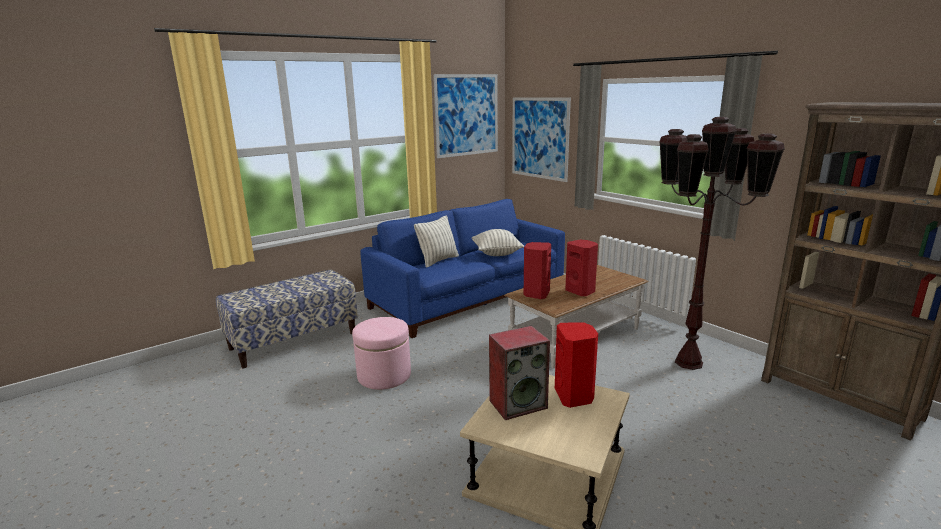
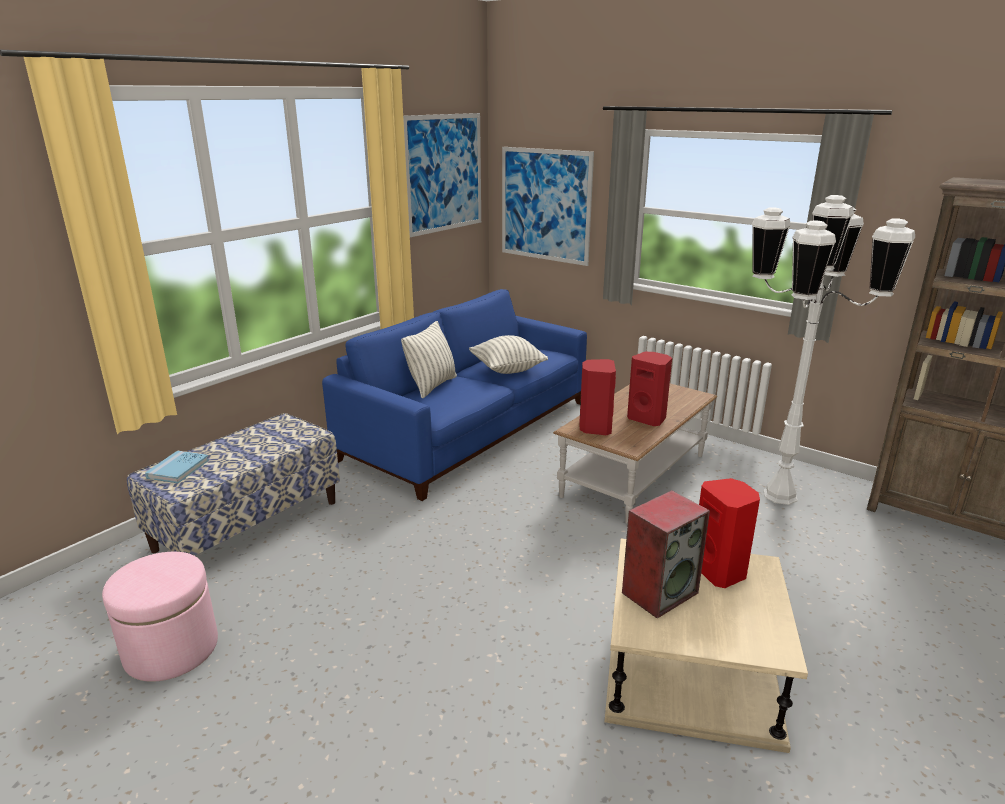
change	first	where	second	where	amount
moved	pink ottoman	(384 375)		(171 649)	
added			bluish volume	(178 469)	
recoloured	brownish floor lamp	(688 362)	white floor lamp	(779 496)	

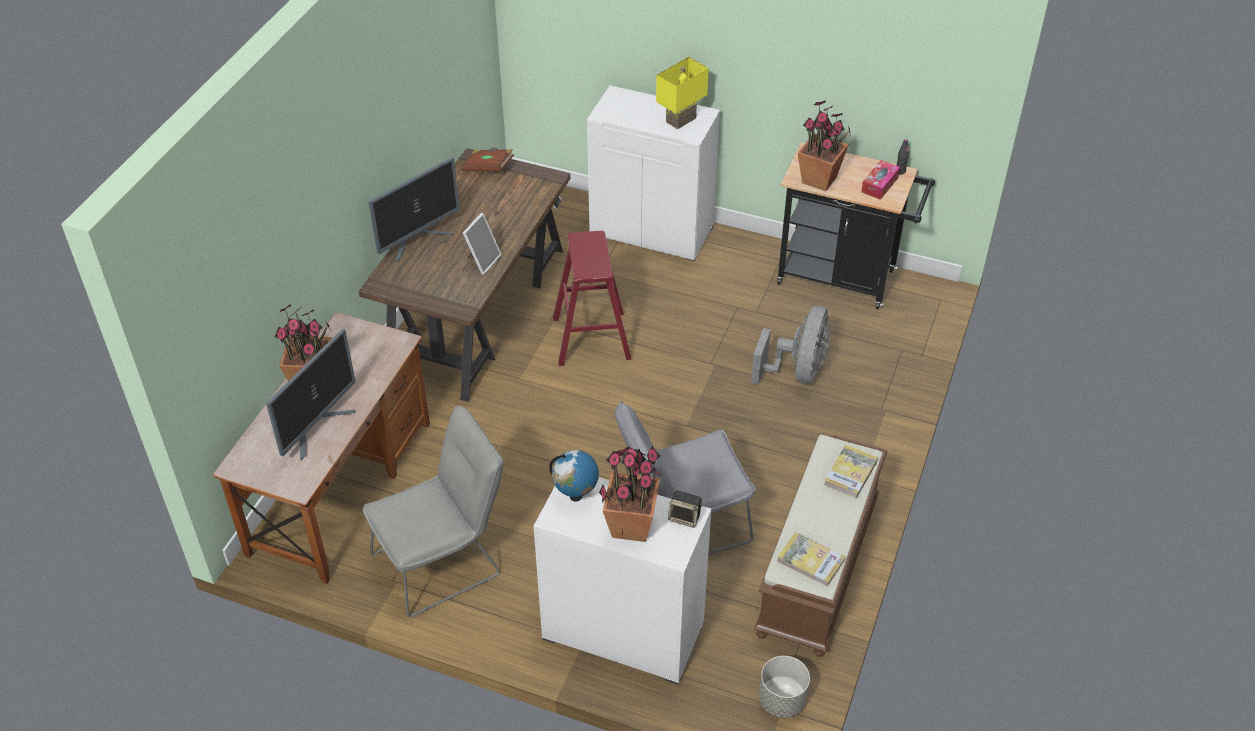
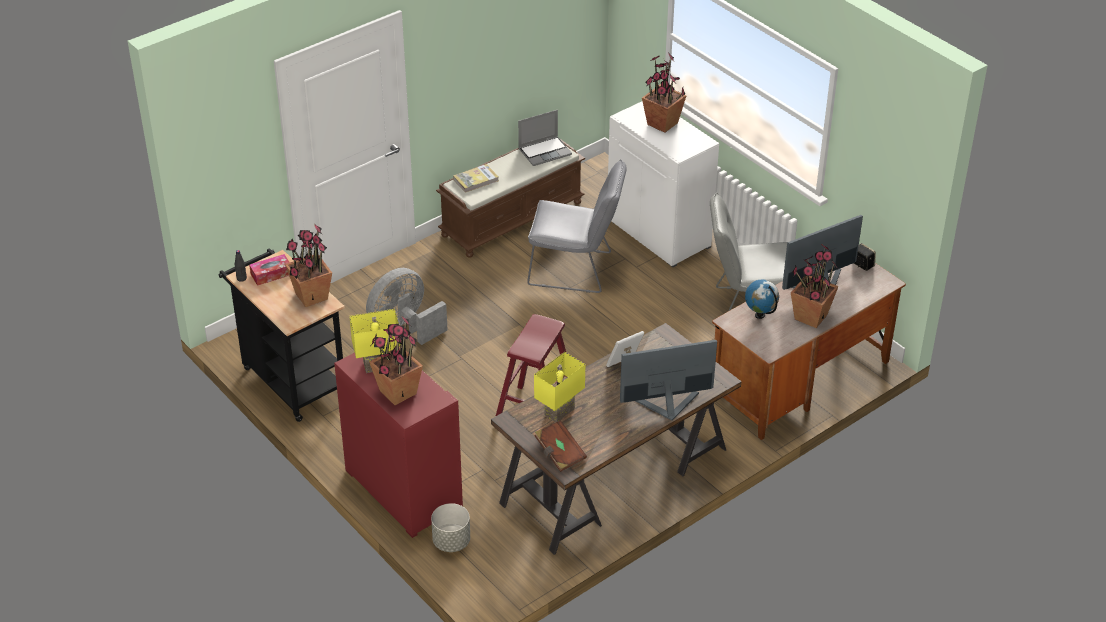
change	first	where	second	where	amount
recoloured	white cupboard	(652 230)	reddish cupboard	(402 489)	
added			plant in a pot	(397 392)	
moved	gray plant pot	(781 700)		(451 542)	
replaced	volume	(810 561)	portable computer	(545 151)	
added			yellow-coloured lamp for a table	(560 413)	
moved	world globe	(576 495)		(760 315)	
moved	loudspeaker	(685 517)		(862 265)	

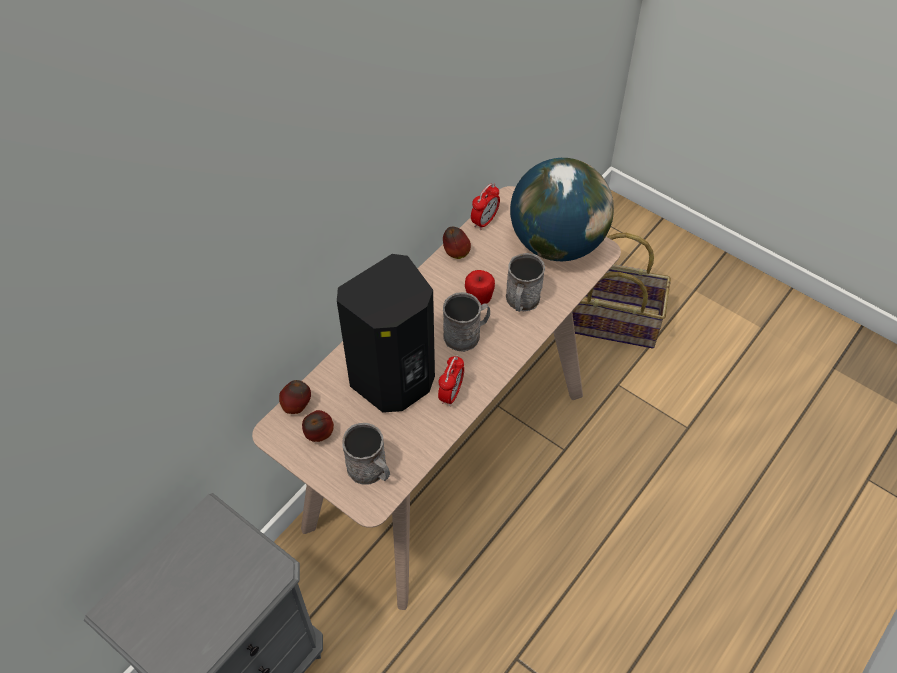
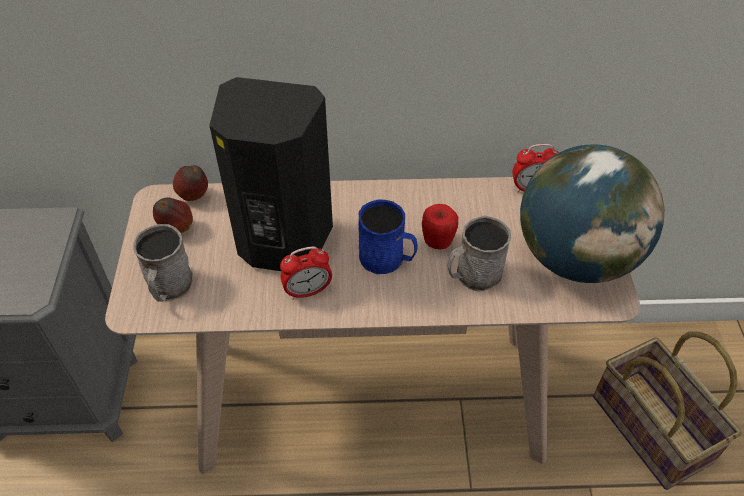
change	first	where	second	where	amount
recoloured	gray tea mug	(466 334)	bluish tea mug	(387 259)	
removed	apple	(455 253)			

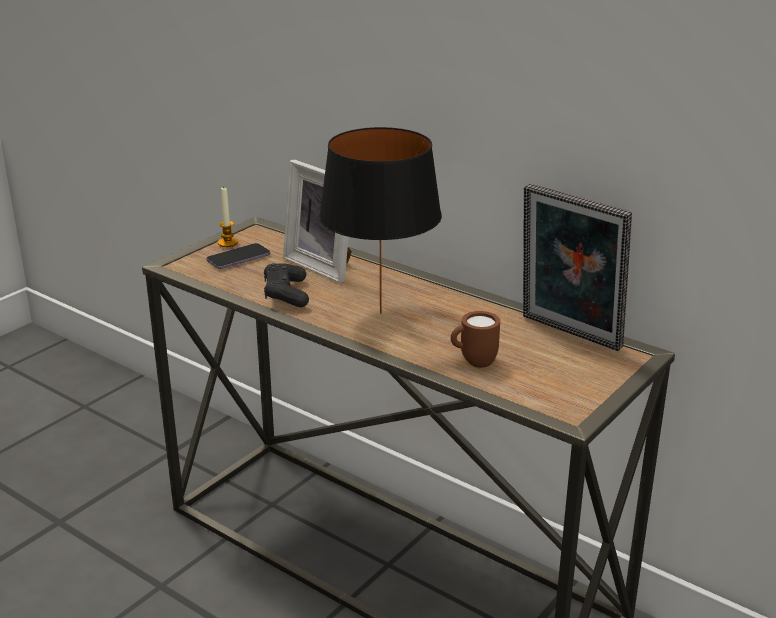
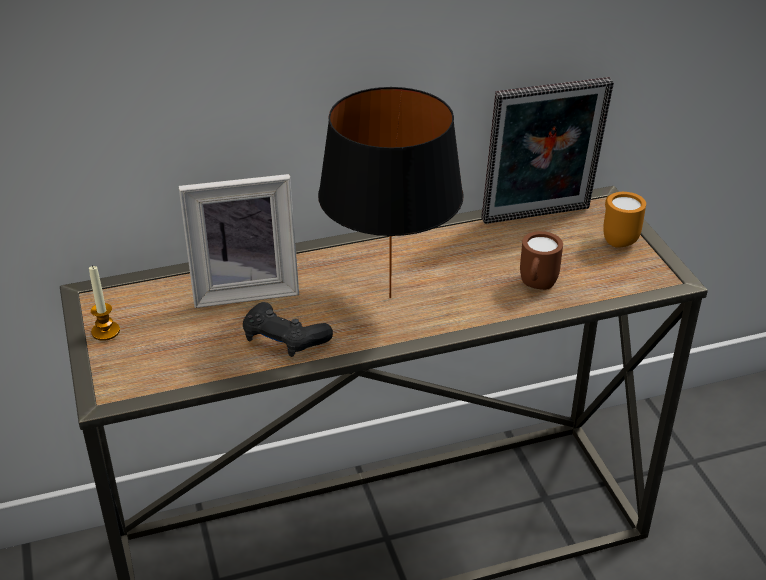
change	first	where	second	where	amount
added			orange-coloured tea mug	(616 239)	
removed	telephone	(238 258)			

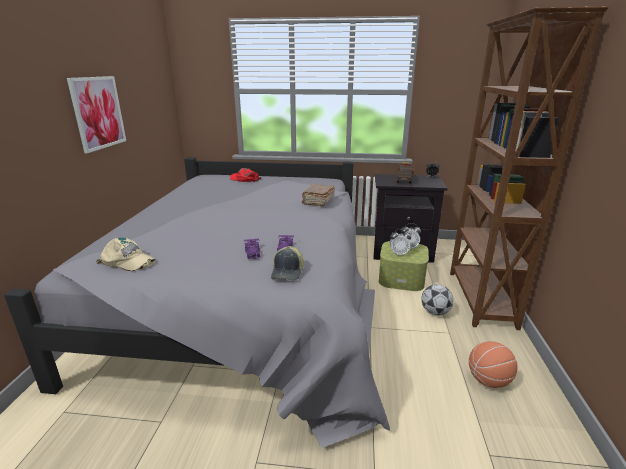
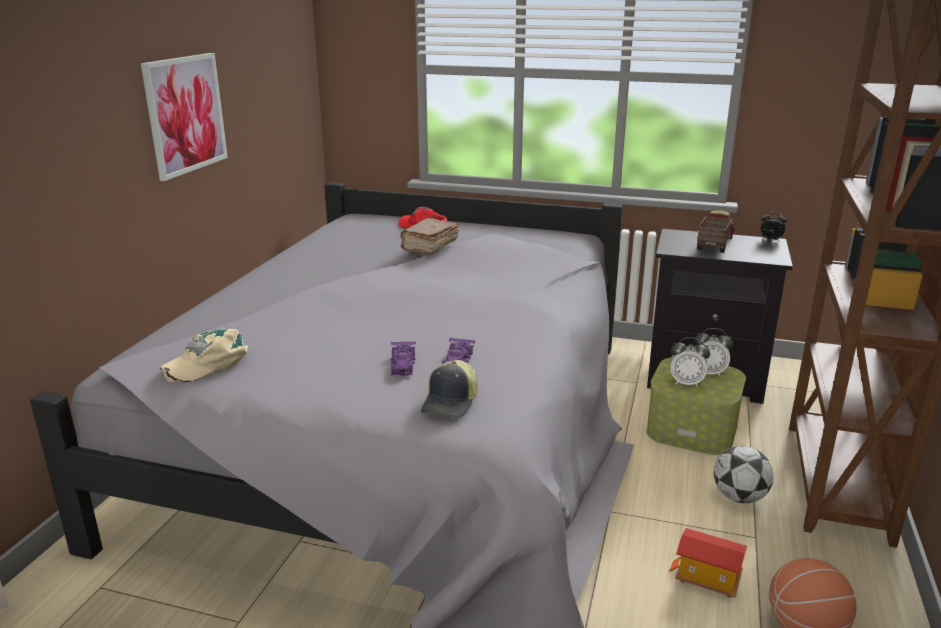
change	first	where	second	where	amount
turned	sand-coloured baseball cap	(127 261)		(207 363)	105 degrees clockwise
moved	brownish volume	(318 201)		(429 246)	
added			model house	(707 579)	

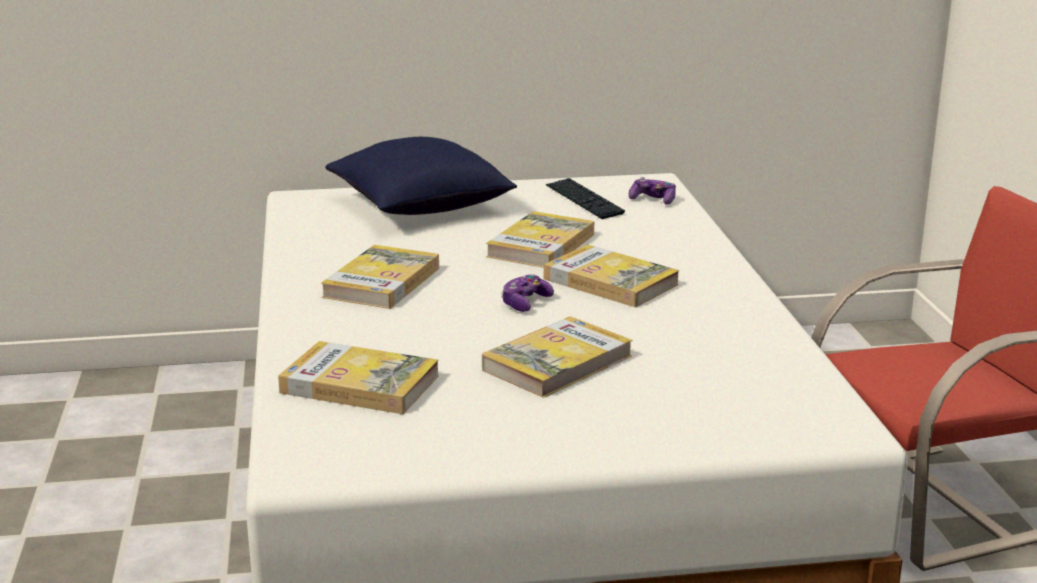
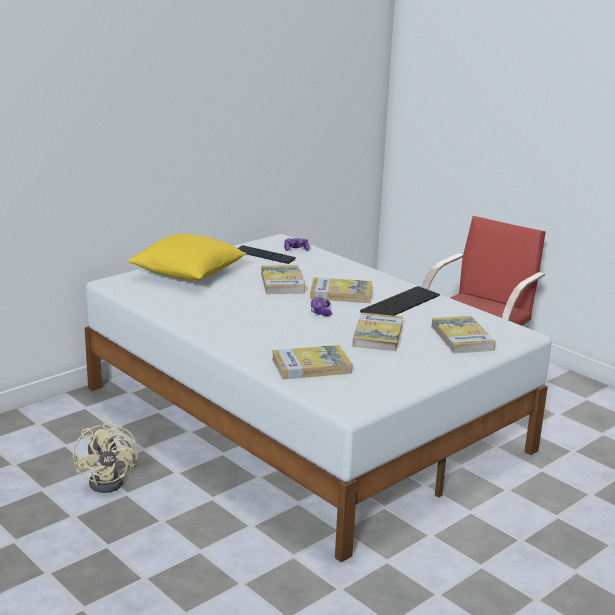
change	first	where	second	where	amount
added			sand-coloured fan	(112 480)	
recoloured	bluish cushion	(420 207)	yellow-coloured cushion	(189 275)	
added			keyboard	(400 302)	
moved	volume	(382 282)		(462 338)	

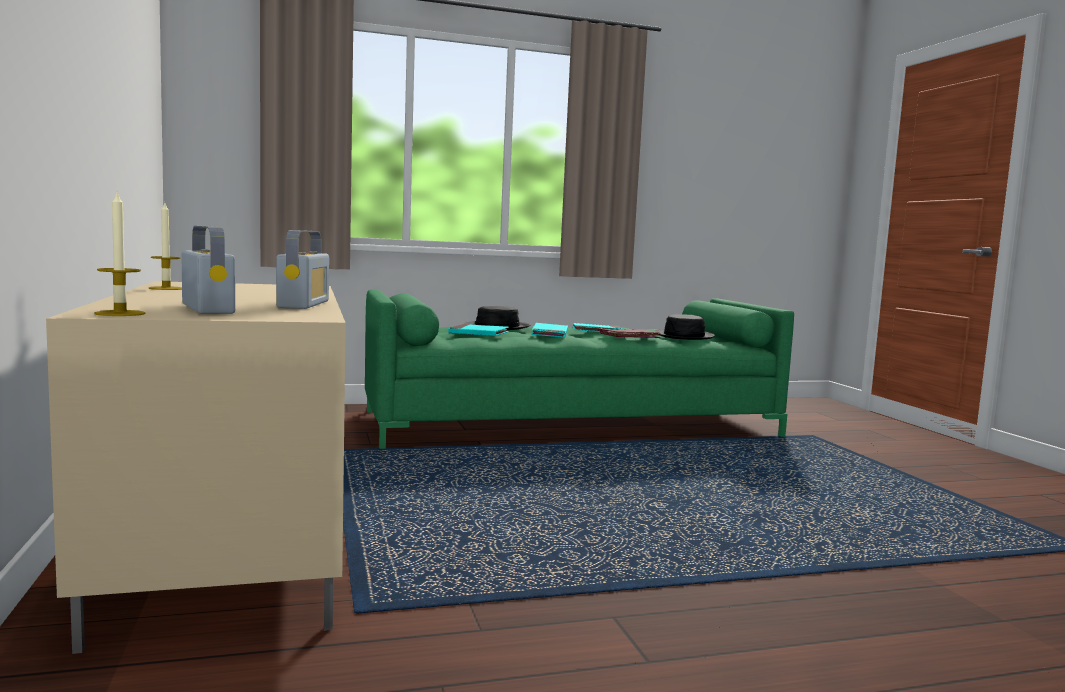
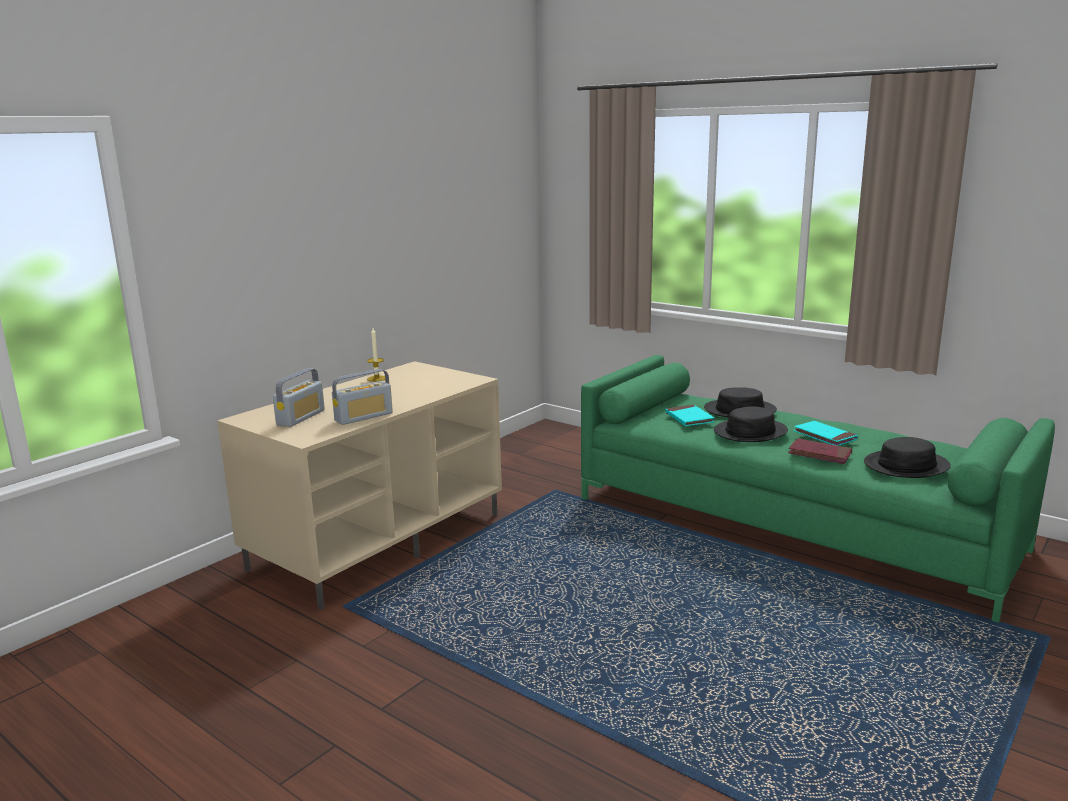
change	first	where	second	where	amount
replaced	turquoise-coloured volume	(550 333)	blackish wearable hat	(750 432)	
removed	candle	(120 313)			

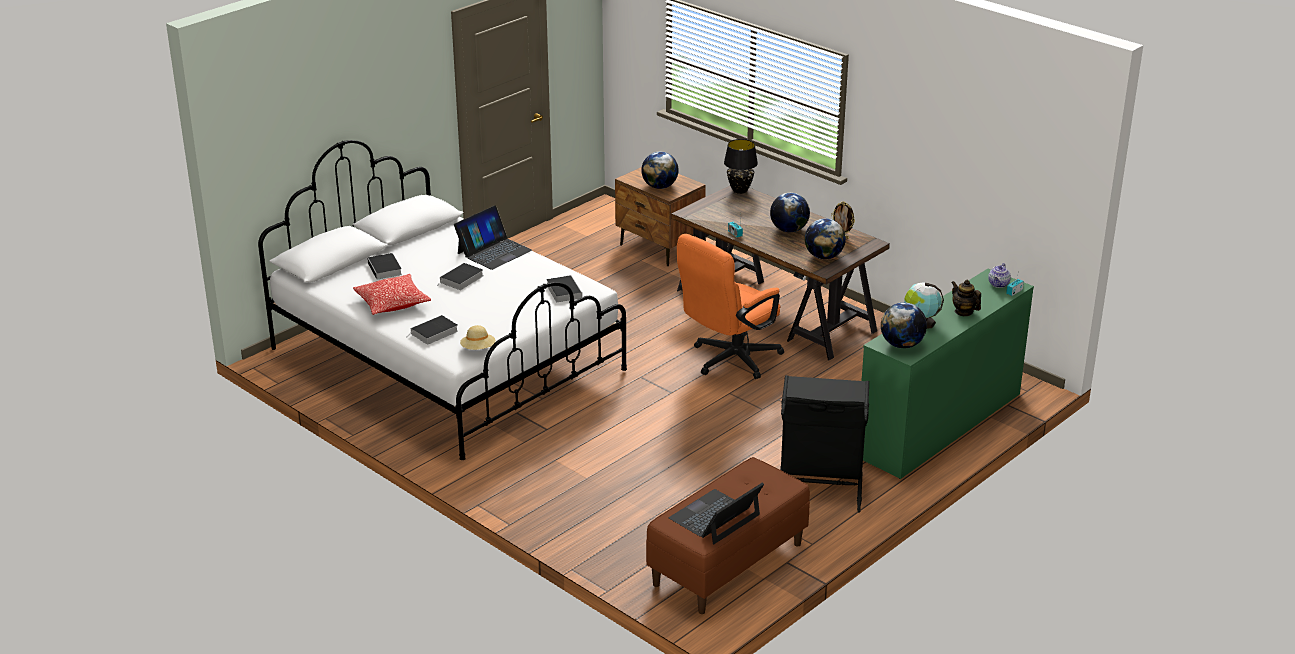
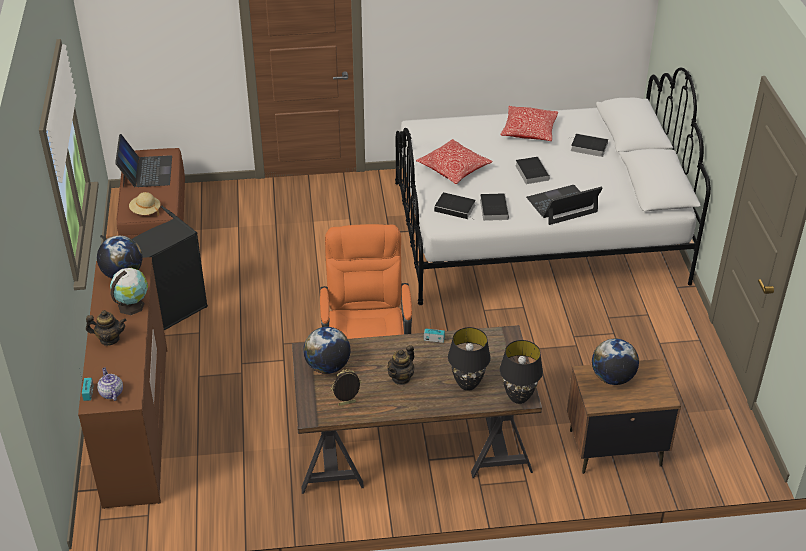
change	first	where	second	where	amount
recoloured	green chest of drawers	(939 425)	brownish chest of drawers	(137 424)	
moved	sand-coloured wearable hat	(478 349)		(145 211)	
replaced	world globe	(789 230)	tea pot	(401 378)	
added			cushion	(453 169)	
added			blackish lamp for a table	(468 384)	
moved	volume	(433 333)		(493 208)	
turned	portable computer	(494 251)		(562 205)	75 degrees clockwise

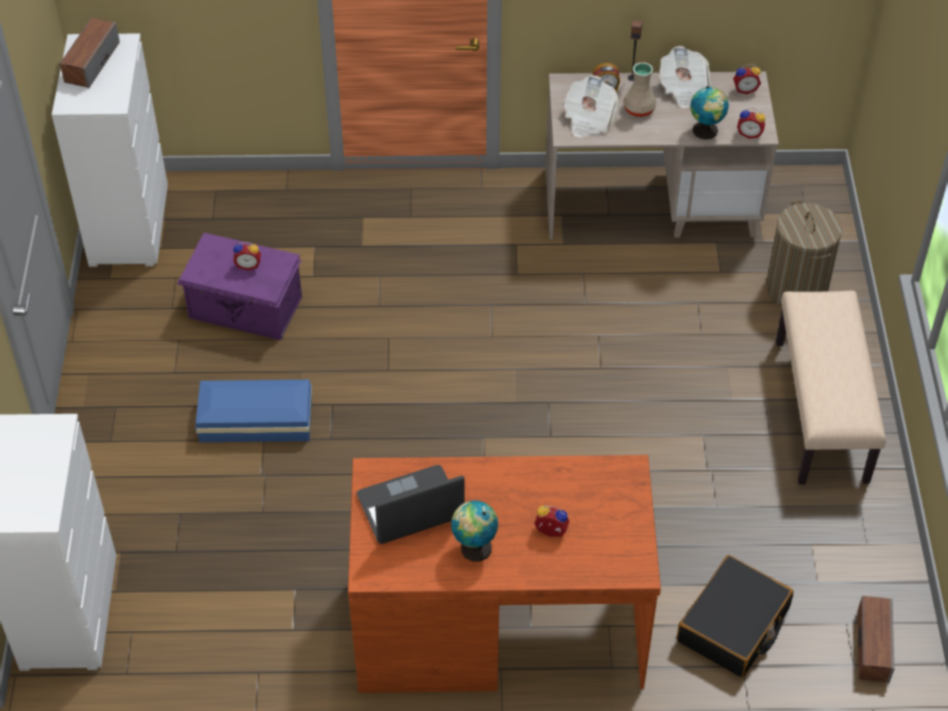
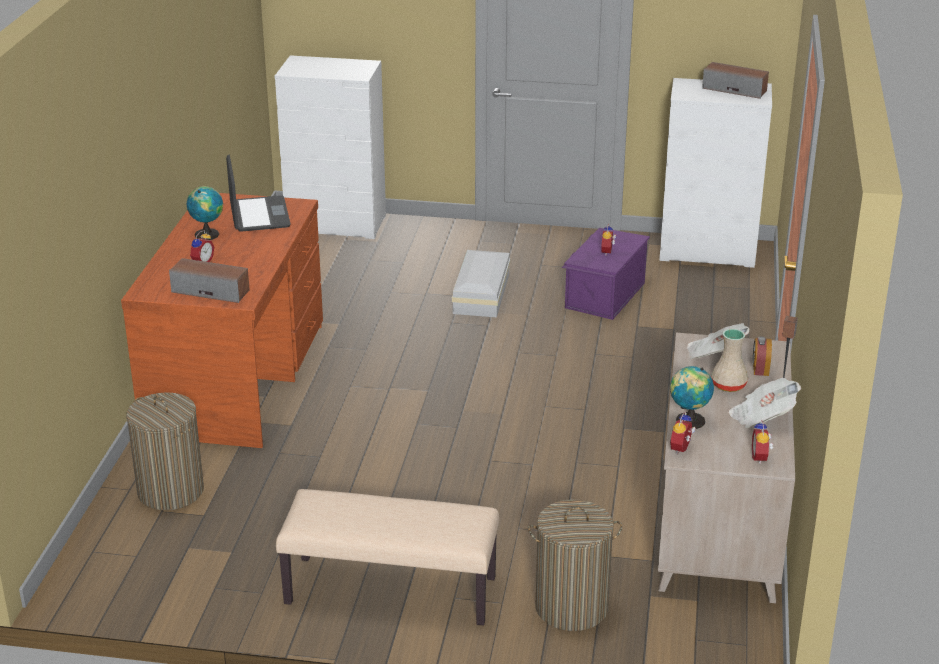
change	first	where	second	where	amount
replaced	blackish suitcase	(733 625)	washing basket	(171 491)	
moved	loudspeaker	(872 646)		(211 291)	
recoloured	bluish storage box	(254 419)	white storage box	(483 293)	

